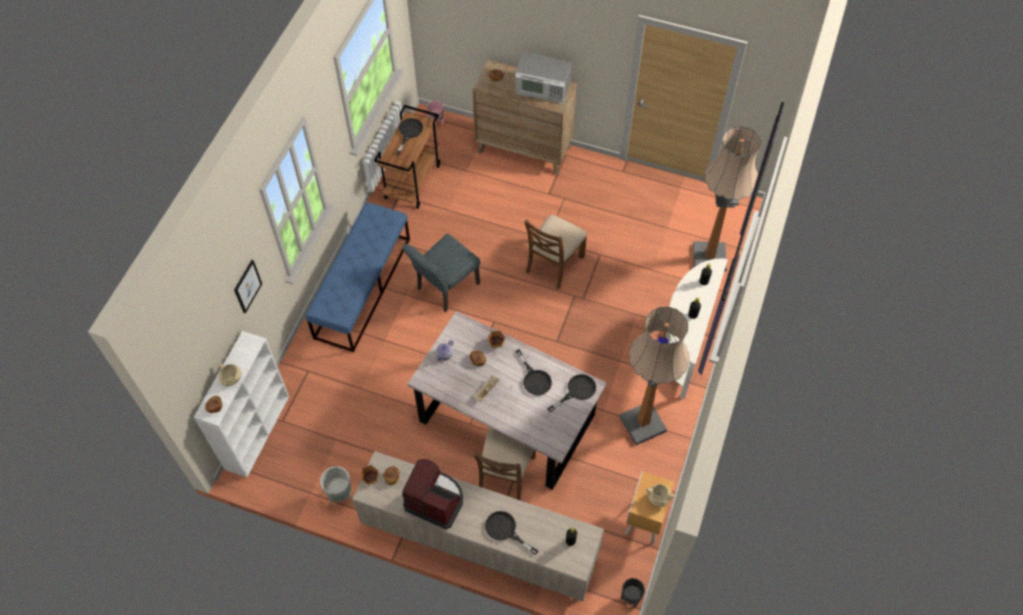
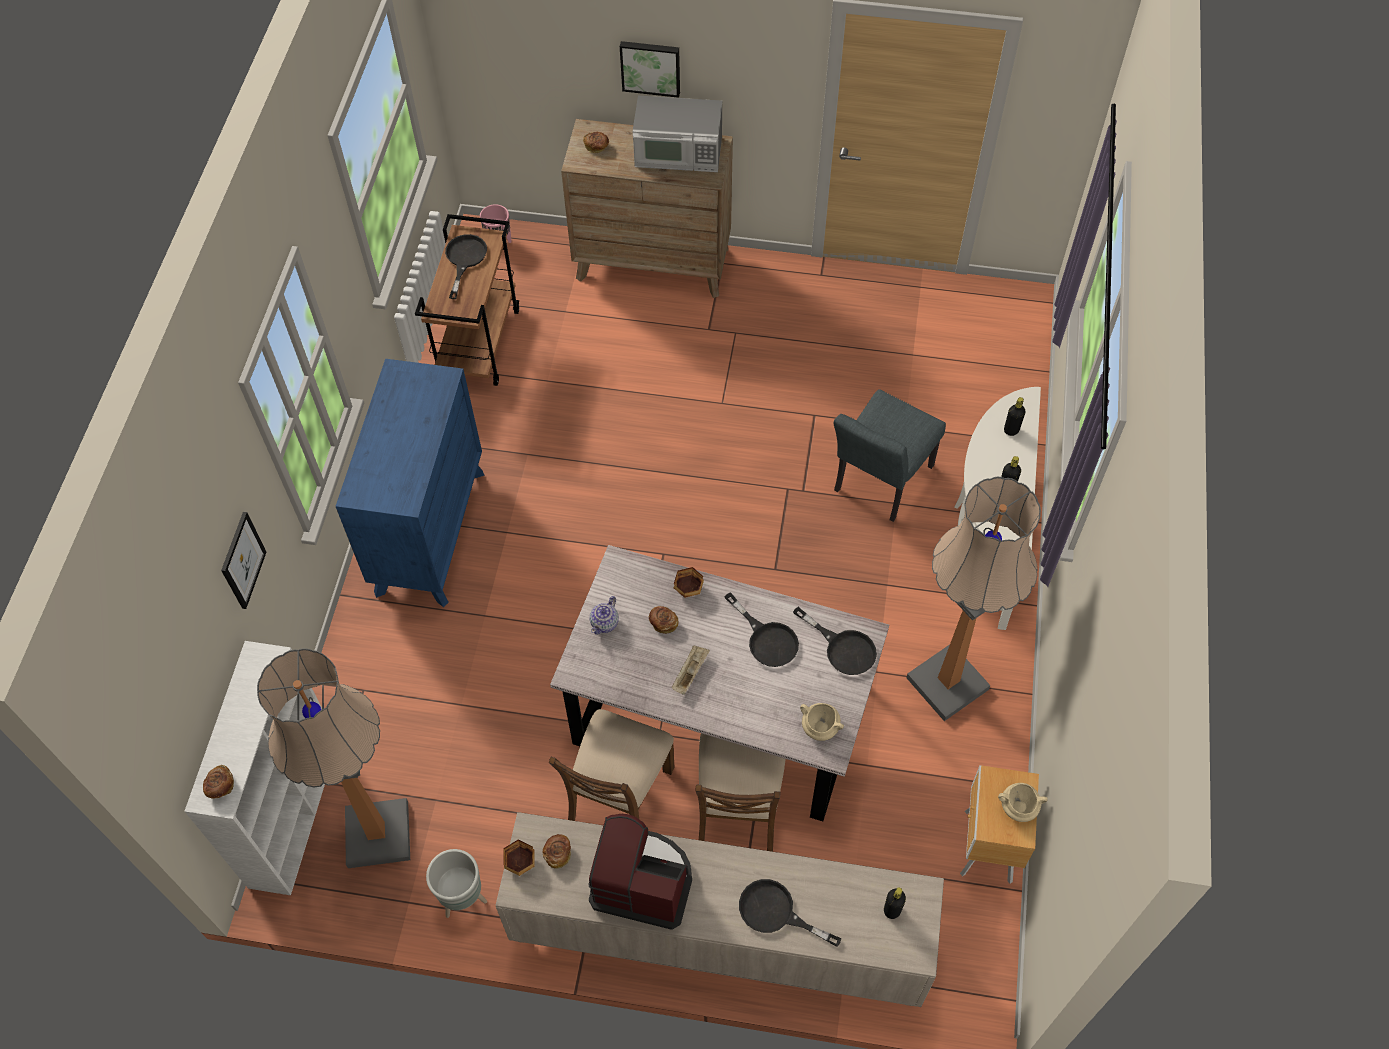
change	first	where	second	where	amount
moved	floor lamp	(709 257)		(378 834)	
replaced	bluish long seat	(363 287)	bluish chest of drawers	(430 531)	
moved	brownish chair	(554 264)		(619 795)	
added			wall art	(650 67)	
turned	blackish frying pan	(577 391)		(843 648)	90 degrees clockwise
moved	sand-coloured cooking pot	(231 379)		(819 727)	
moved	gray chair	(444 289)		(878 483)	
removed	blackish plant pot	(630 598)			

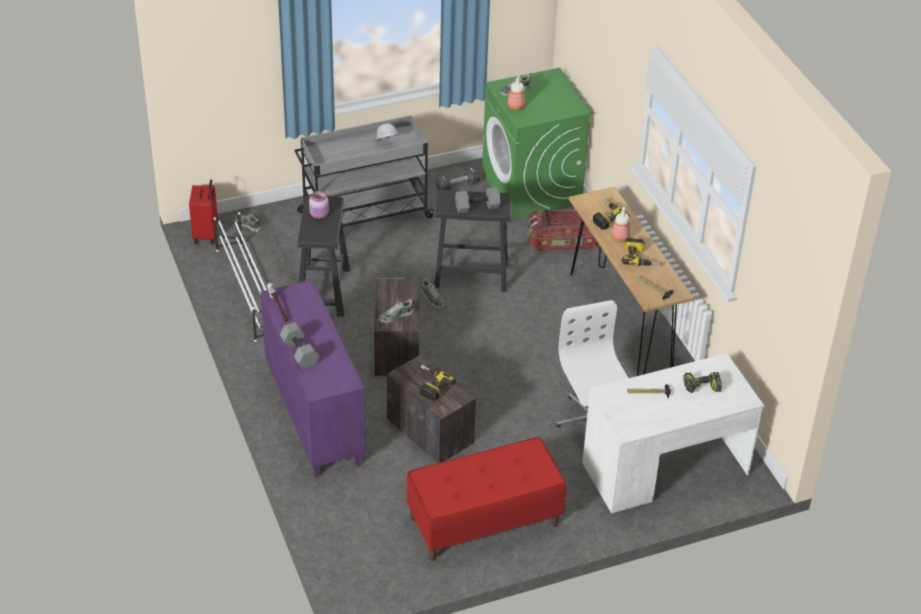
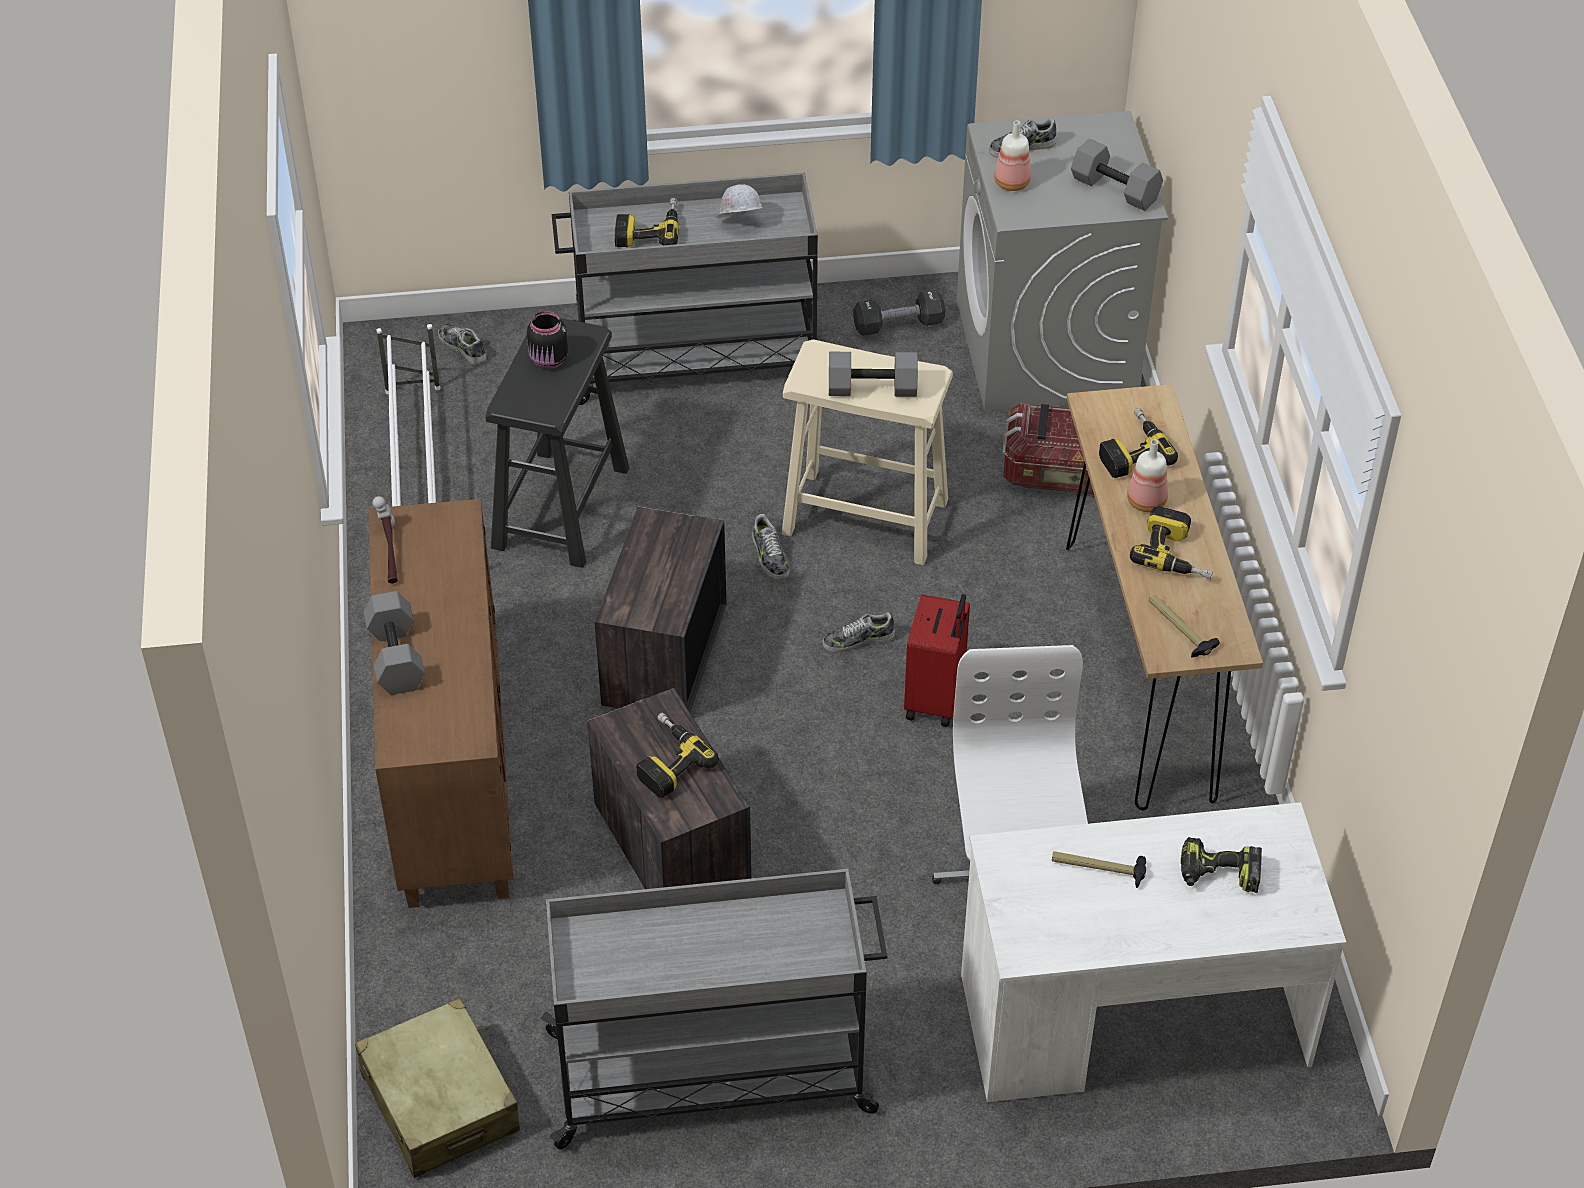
change	first	where	second	where	amount
added			sand-coloured suitcase	(440 1102)	
recoloured	purplish cupboard	(313 416)	brownish cupboard	(450 773)	
recoloured	pink storage jar	(319 215)	blackish storage jar	(549 360)	
replaced	reddish long seat	(484 522)	gray wheeled cart	(714 1073)	
added			power drill	(648 230)	
recoloured	blackish stool seat	(471 274)	sand-coloured stool seat	(866 517)	
moved	item of footwear	(396 315)		(858 640)	
moved	reddish suitcase	(206 235)		(936 699)	
recoloured	green laundry appliance	(532 188)	gray laundry appliance	(1047 350)	
added			gray free weight	(1116 189)	

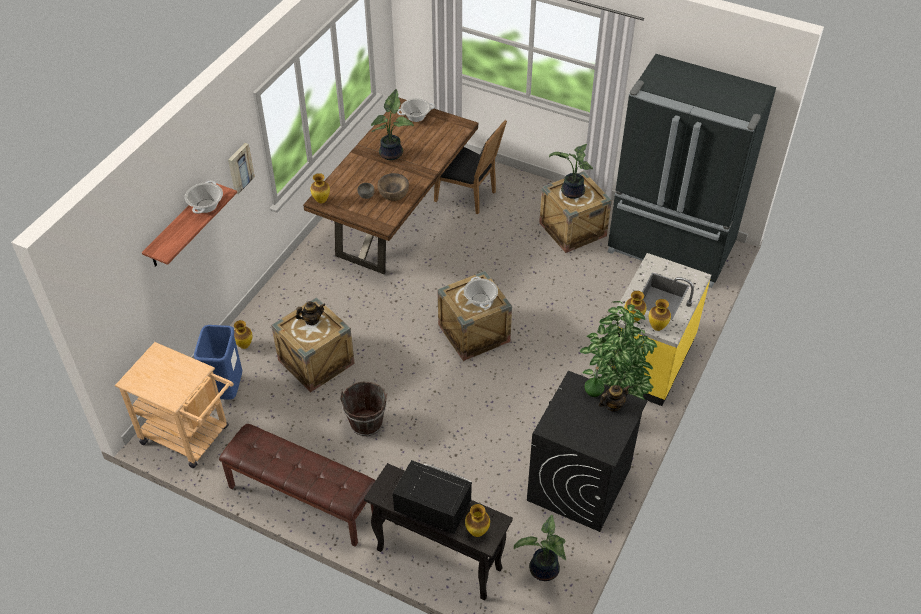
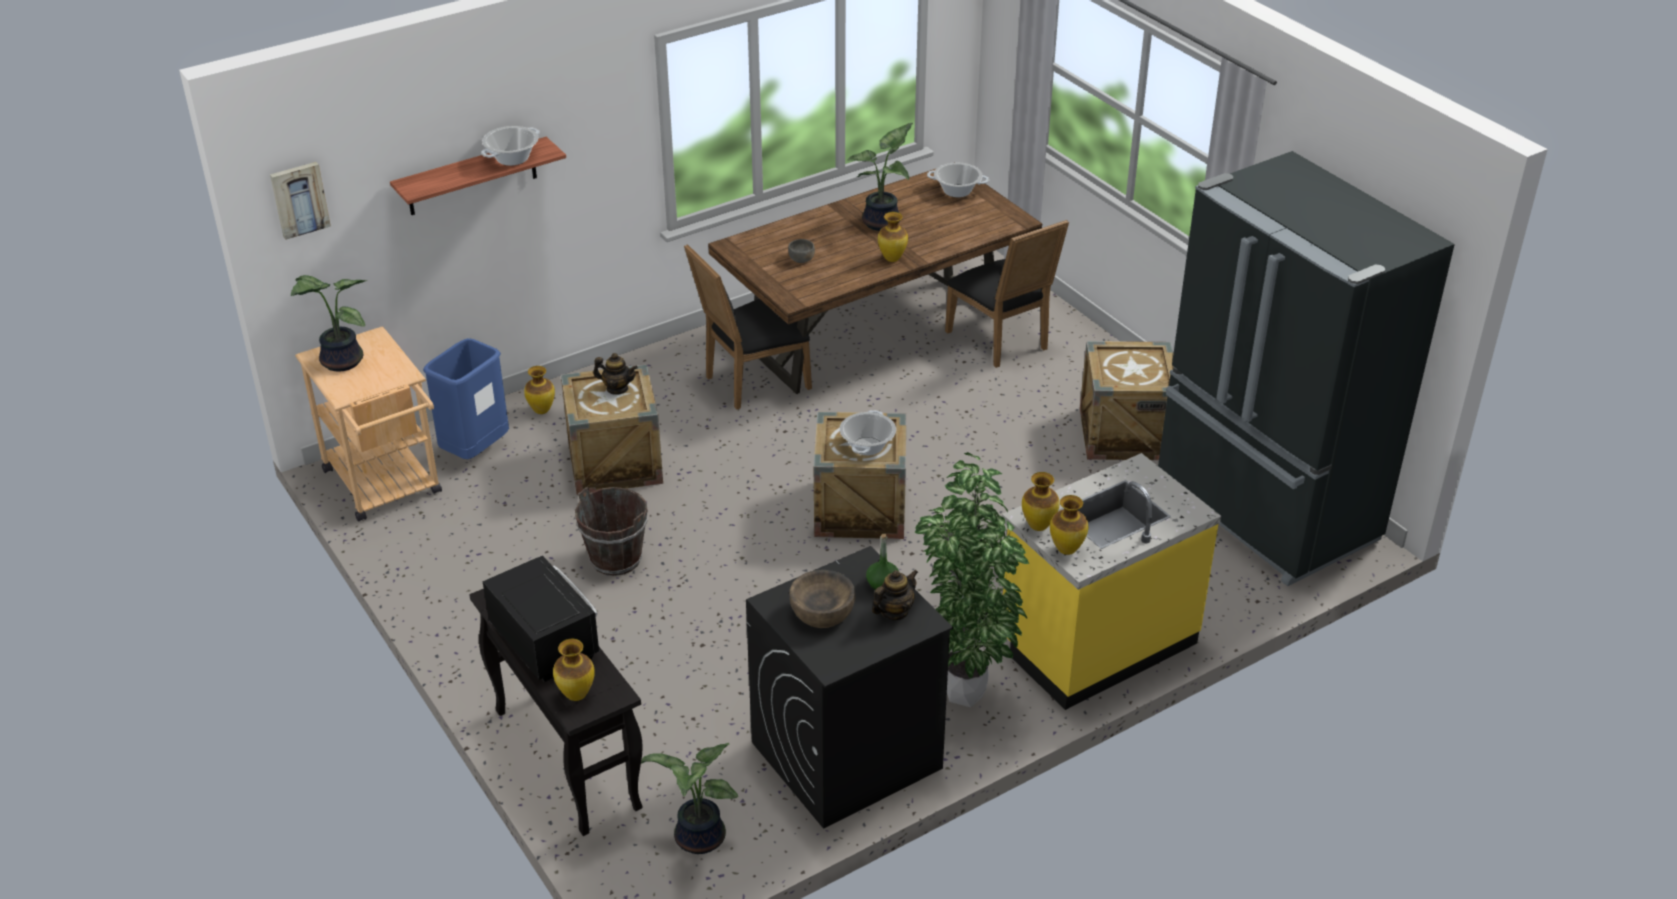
change	first	where	second	where	amount
moved	wall art	(239 167)		(299 199)	
moved	plant in a pot	(571 193)		(339 362)	
added			blackish chair	(751 382)	
moved	brownish deep dish	(393 193)		(822 612)	
turned	tea pot	(612 405)		(894 612)	45 degrees counterclockwise
moved	vase	(321 201)		(892 259)	
removed	brownish long seat	(302 500)			

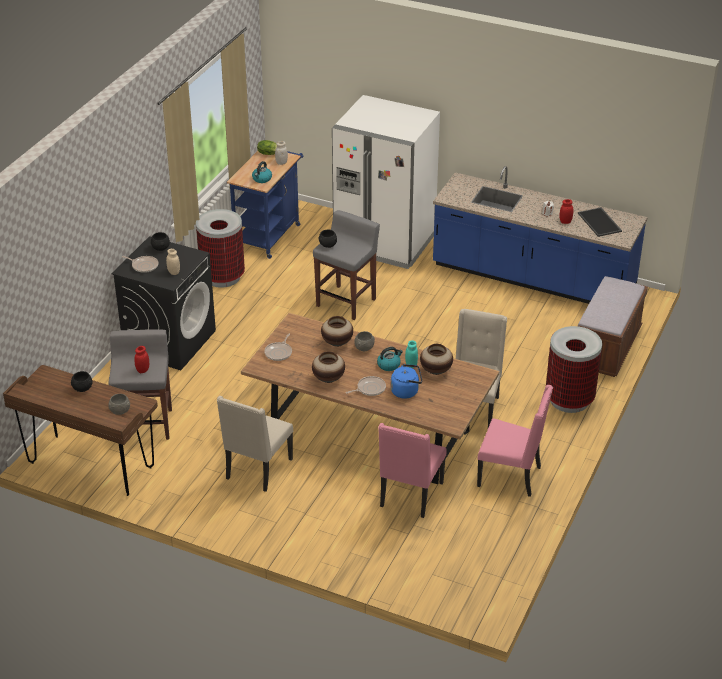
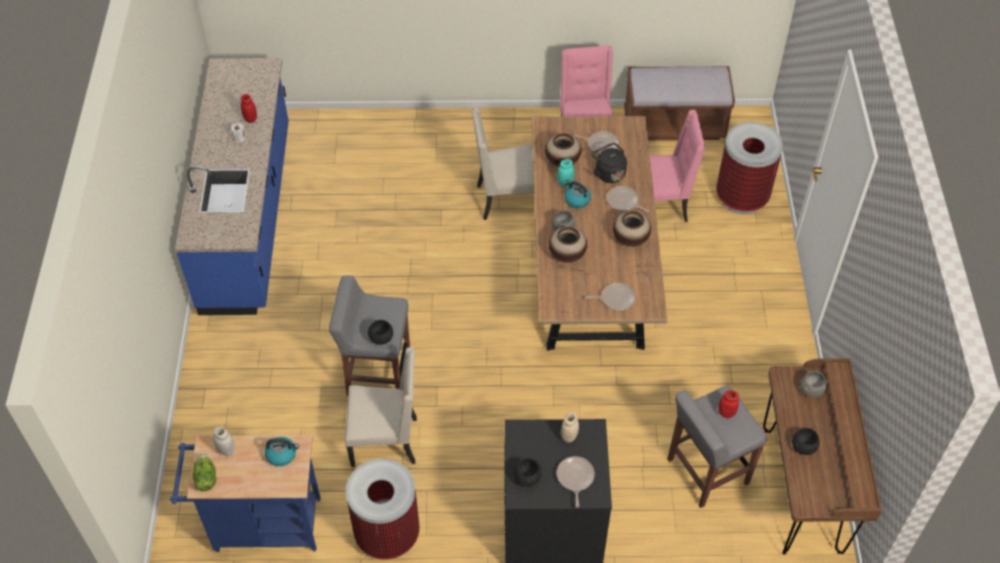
change	first	where	second	where	amount
moved	sand-coloured chair	(257 469)		(386 441)	
added			frying pan	(601 144)	
recoloured	bluish water kettle	(406 391)	blackish water kettle	(608 173)	
moved	brownish long seat	(607 349)		(674 125)	
moved	rubbish bin	(569 399)		(741 197)	
removed	white refrigerator	(384 243)			
removed	serving tray	(600 222)			

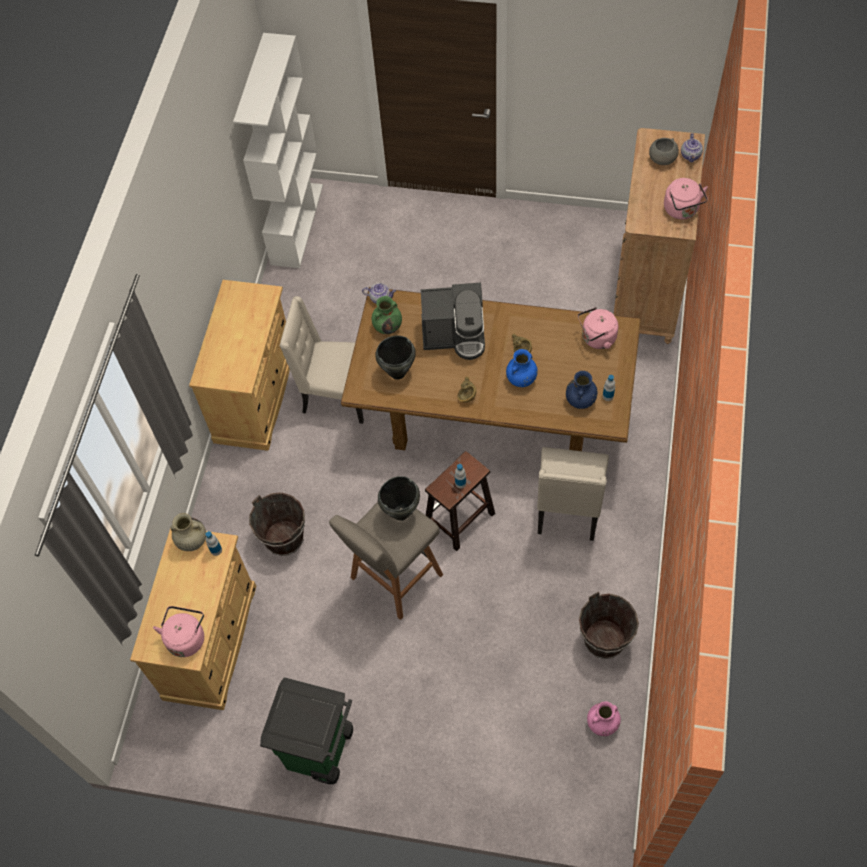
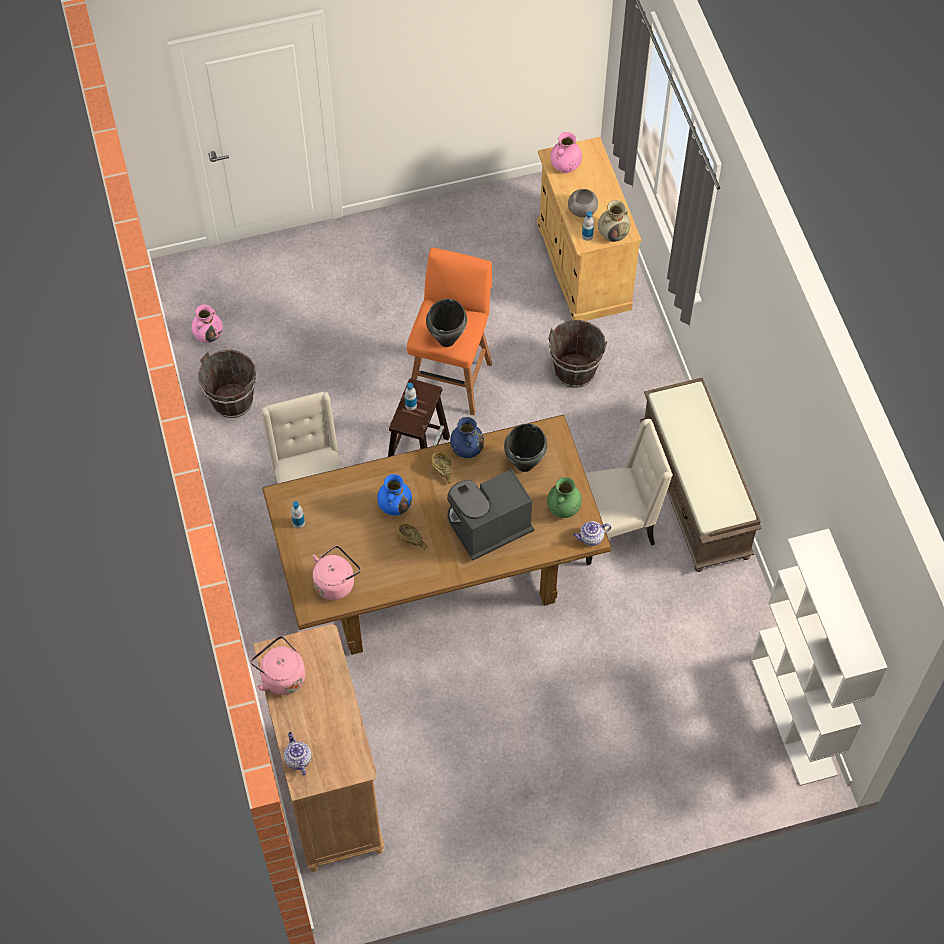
change	first	where	second	where	amount
recoloured	gray stool seat	(394 578)	orange-coloured stool seat	(451 378)	
moved	bluish vase	(580 401)		(467 449)	
replaced	pink water kettle	(186 637)	pink vase	(565 167)	
moved	gray deep dish	(662 159)		(582 210)	
replaced	sand-coloured cupboard	(256 396)	brownish long seat	(696 492)	
removed	green rubbish bin	(319 751)			

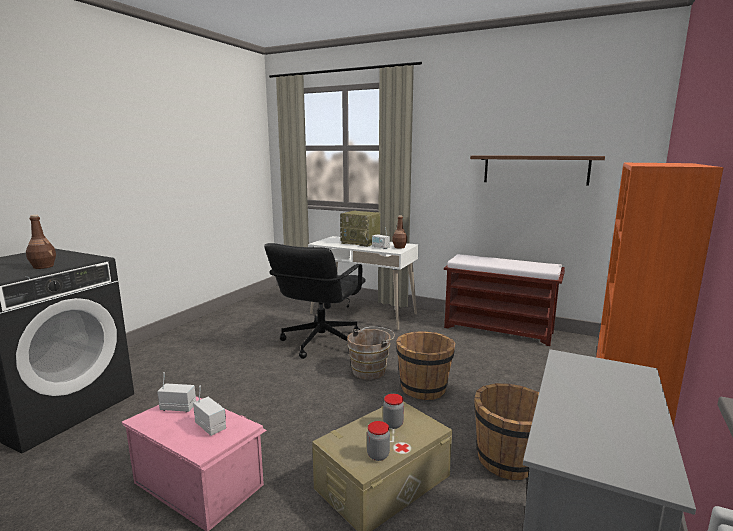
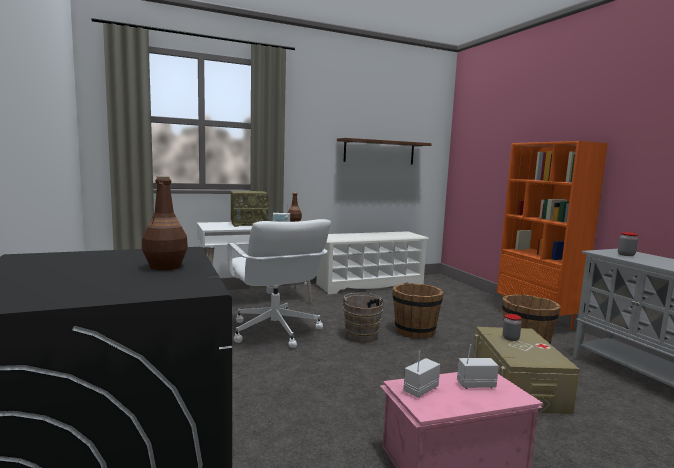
change	first	where	second	where	amount
recoloured	blackish office chair	(320 342)	white office chair	(274 331)	
replaced	brownish long seat	(499 330)	white shoe stand	(369 285)	
moved	storage jar	(378 455)		(626 255)	

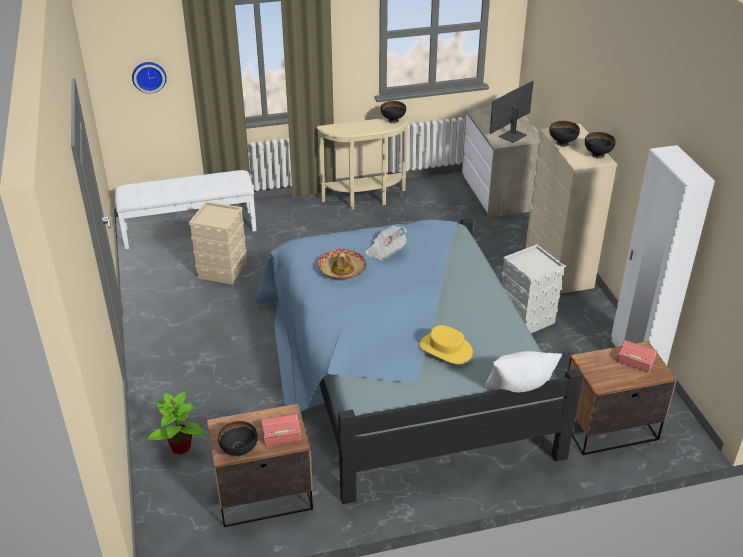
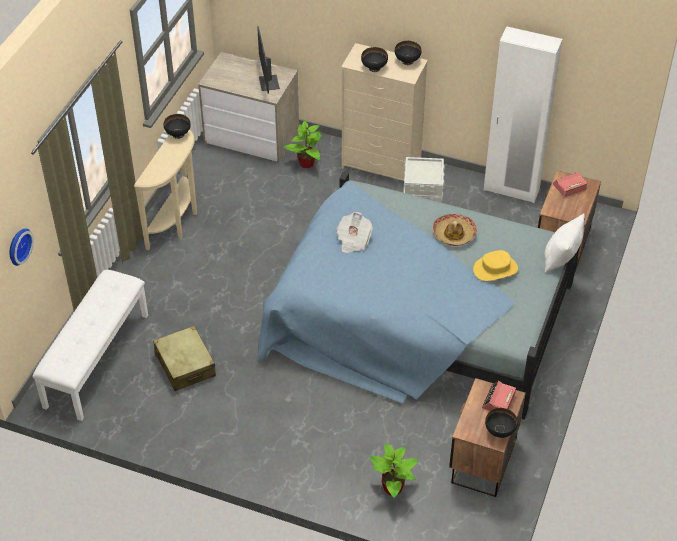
change	first	where	second	where	amount
replaced	sand-coloured storage box	(222 270)	sand-coloured suitcase	(185 365)	
added			plant in a pot	(306 163)	
moved	wearable hat	(342 270)		(454 234)	

